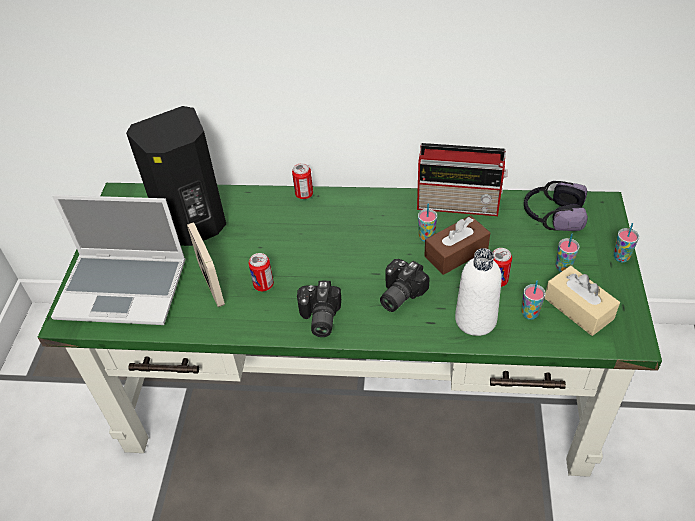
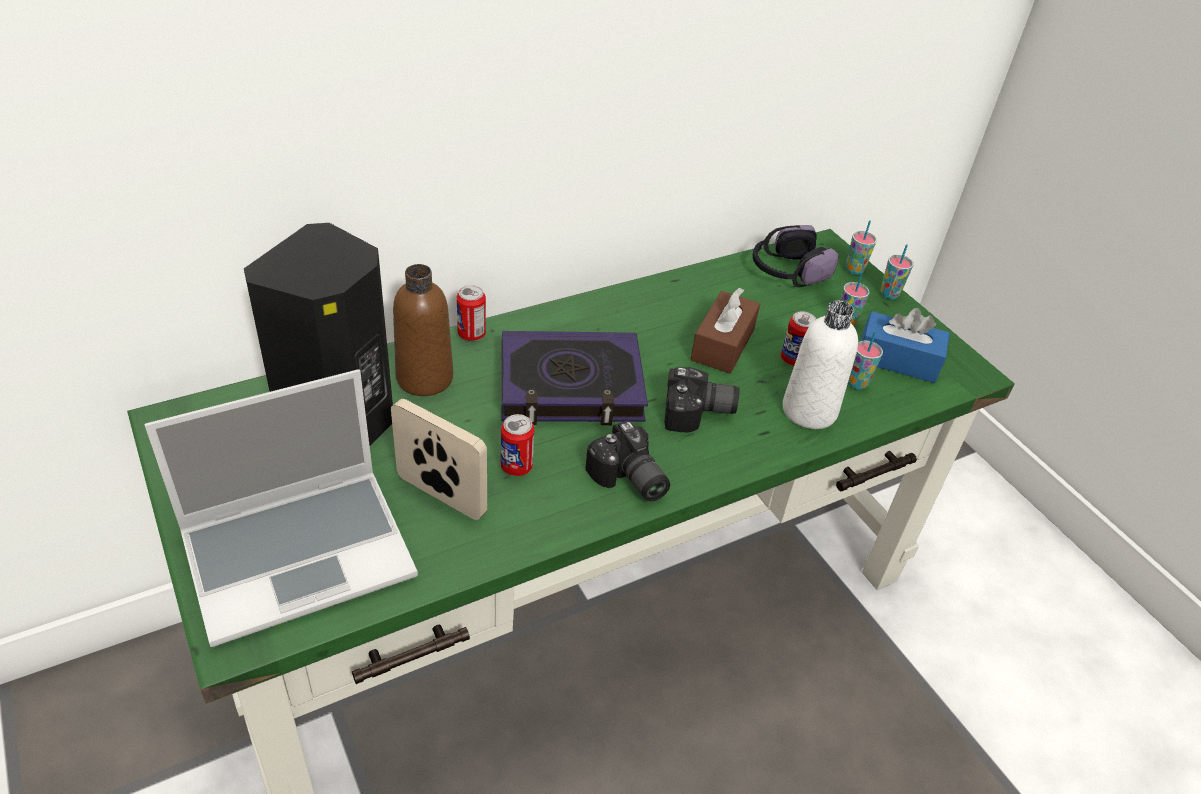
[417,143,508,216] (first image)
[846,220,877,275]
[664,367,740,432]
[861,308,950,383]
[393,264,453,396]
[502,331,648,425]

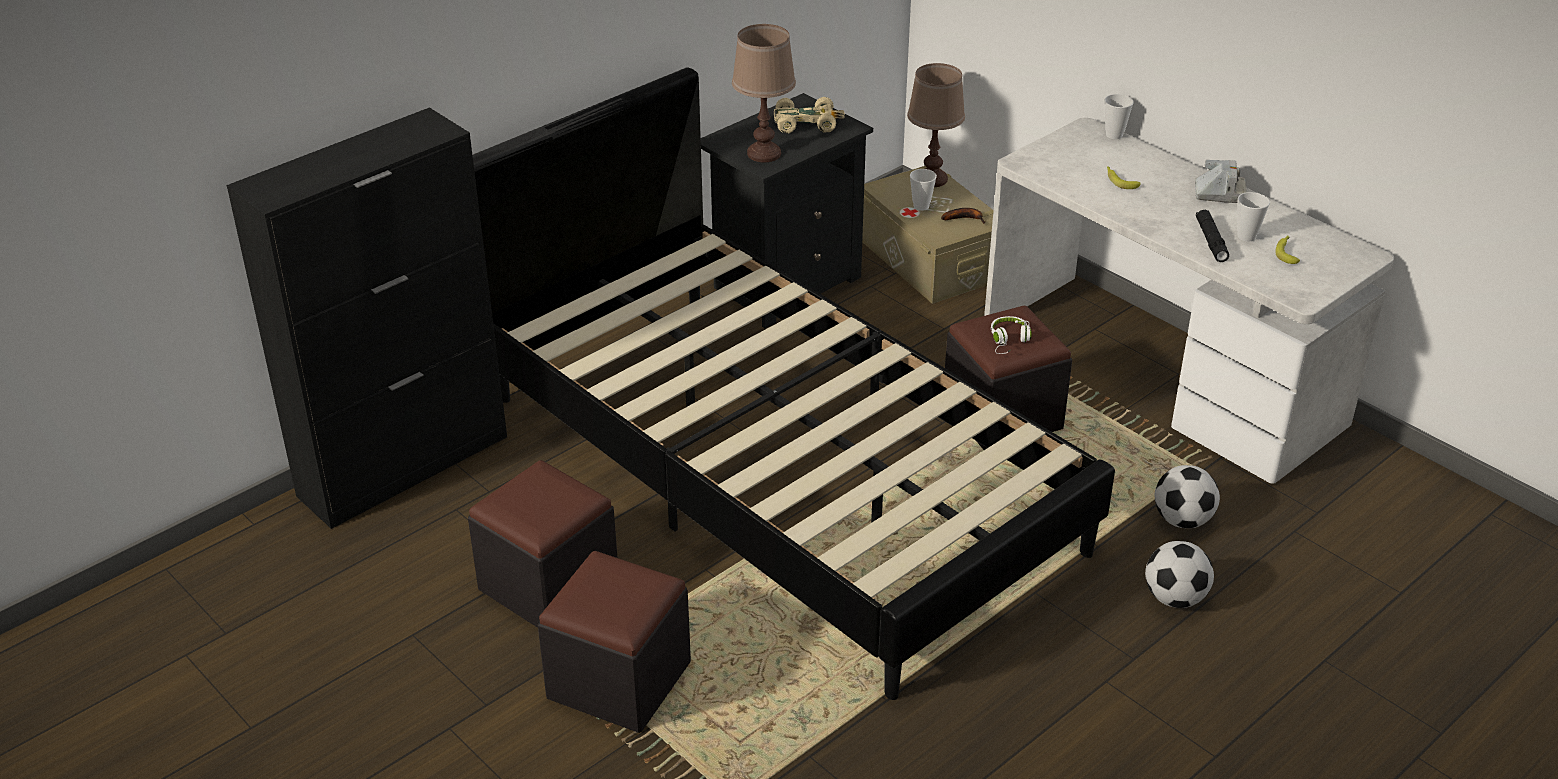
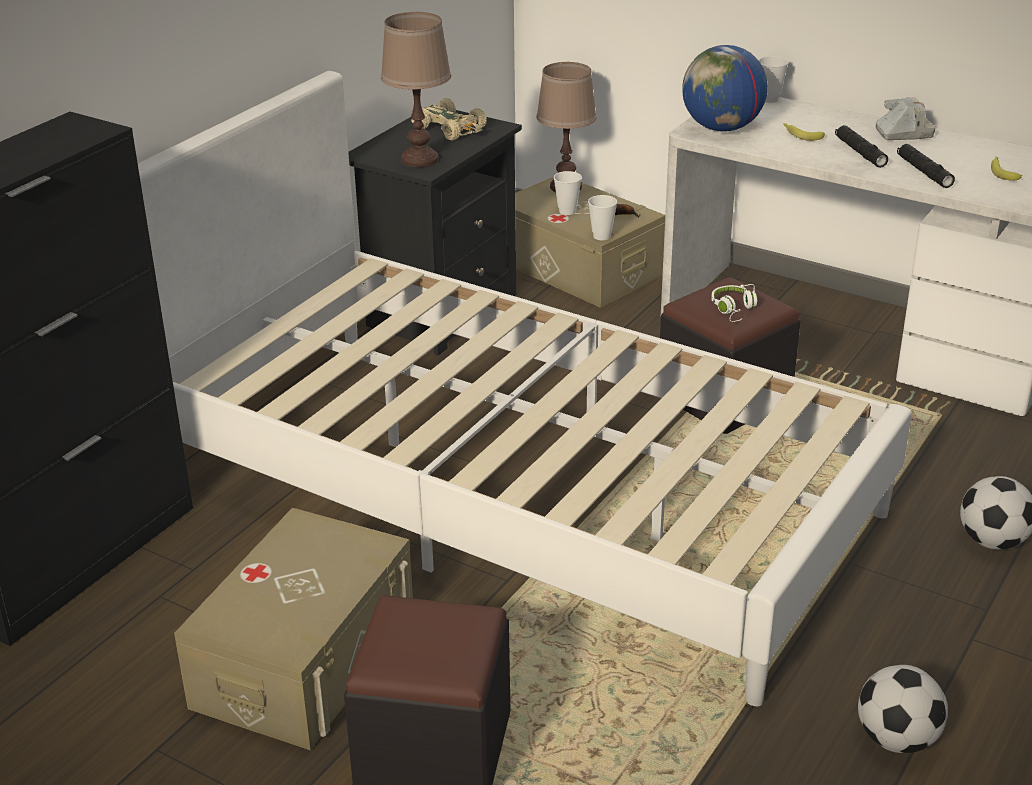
[138,71,912,706]
[411,98,487,140]
[588,195,617,240]
[174,508,413,751]
[858,665,948,753]
[683,45,768,132]
[835,125,888,168]

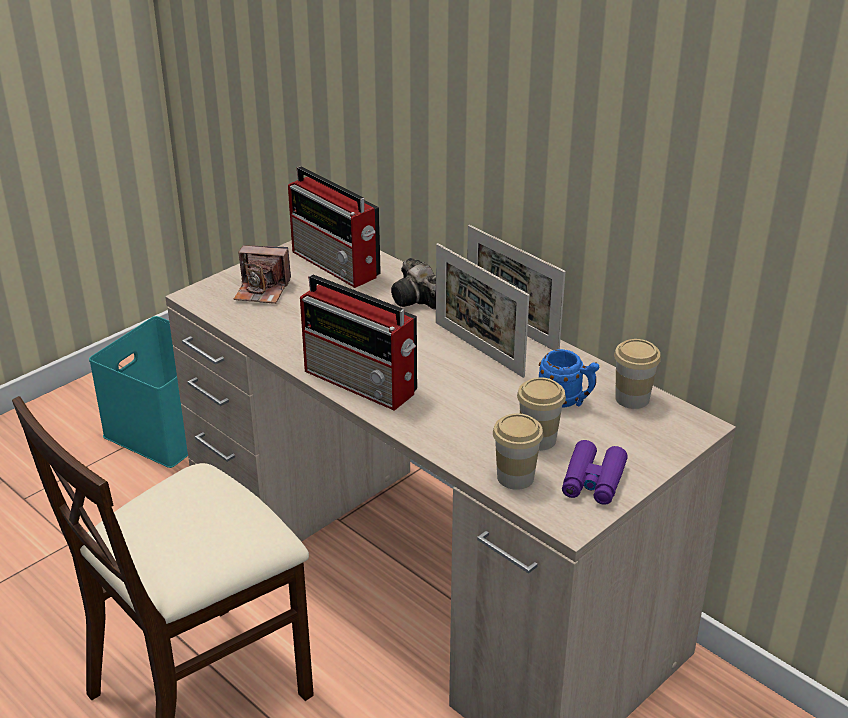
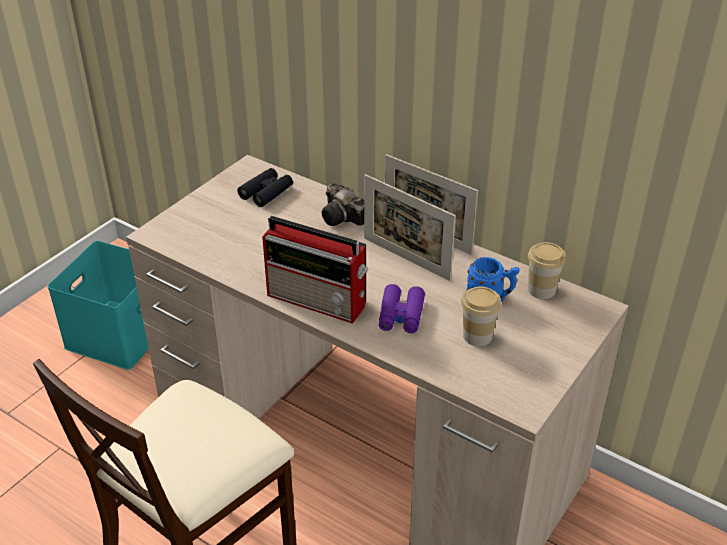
[237,168,293,207]
[234,245,291,304] (first image)
[493,413,543,490] (first image)
[379,284,425,333]

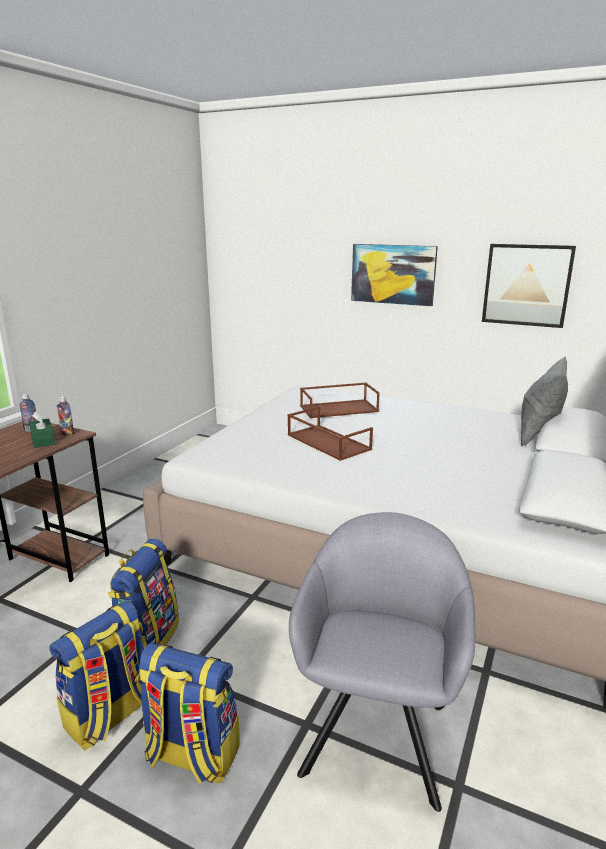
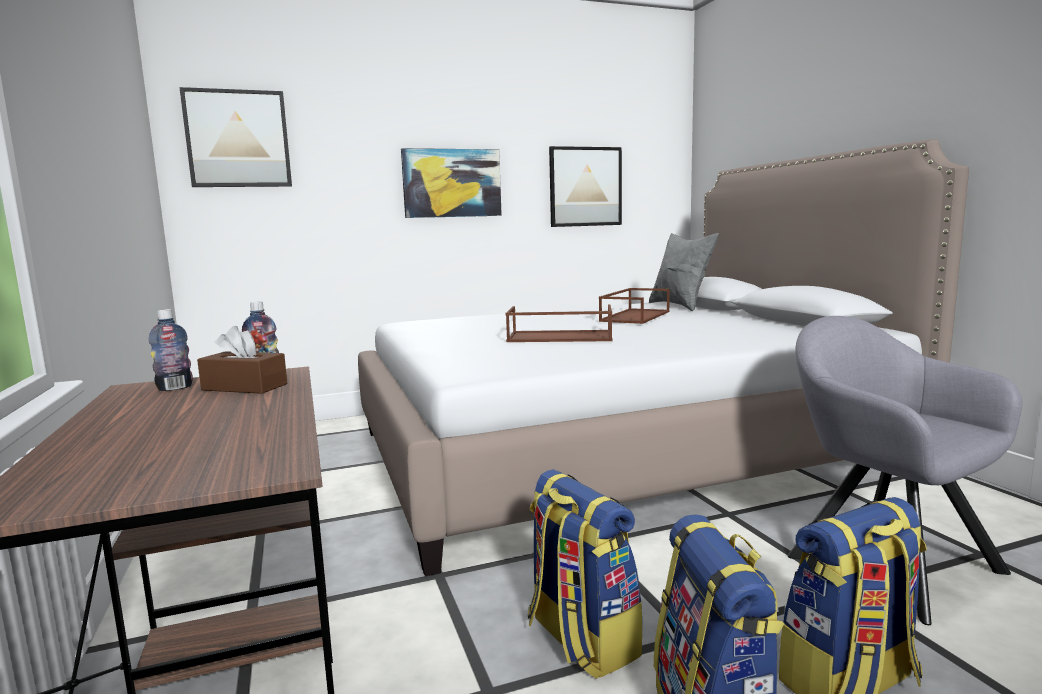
[599,288,670,324]
[197,326,287,394]
[179,87,292,187]

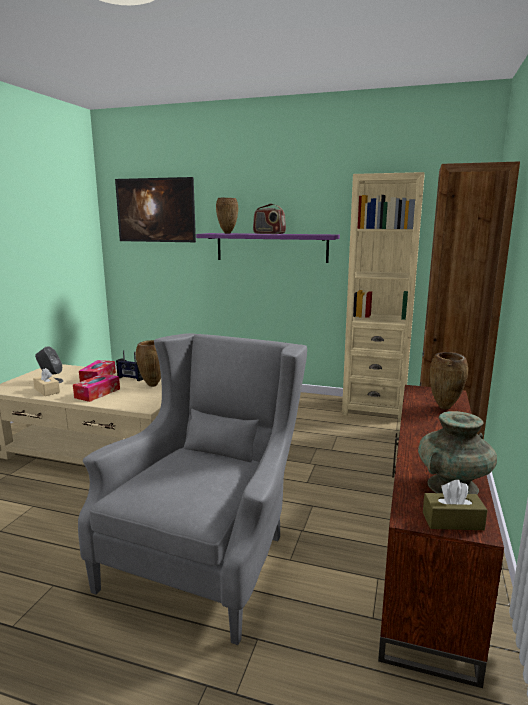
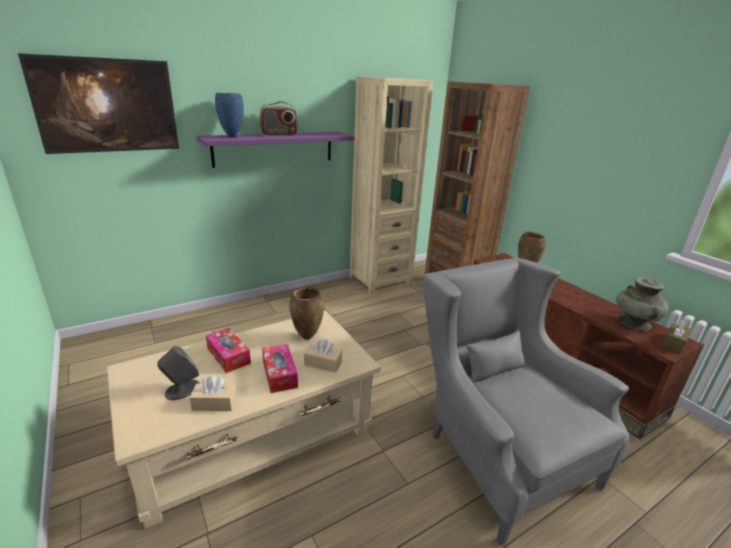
[215,93,244,137]
[116,350,143,381] (first image)
[304,339,342,373]

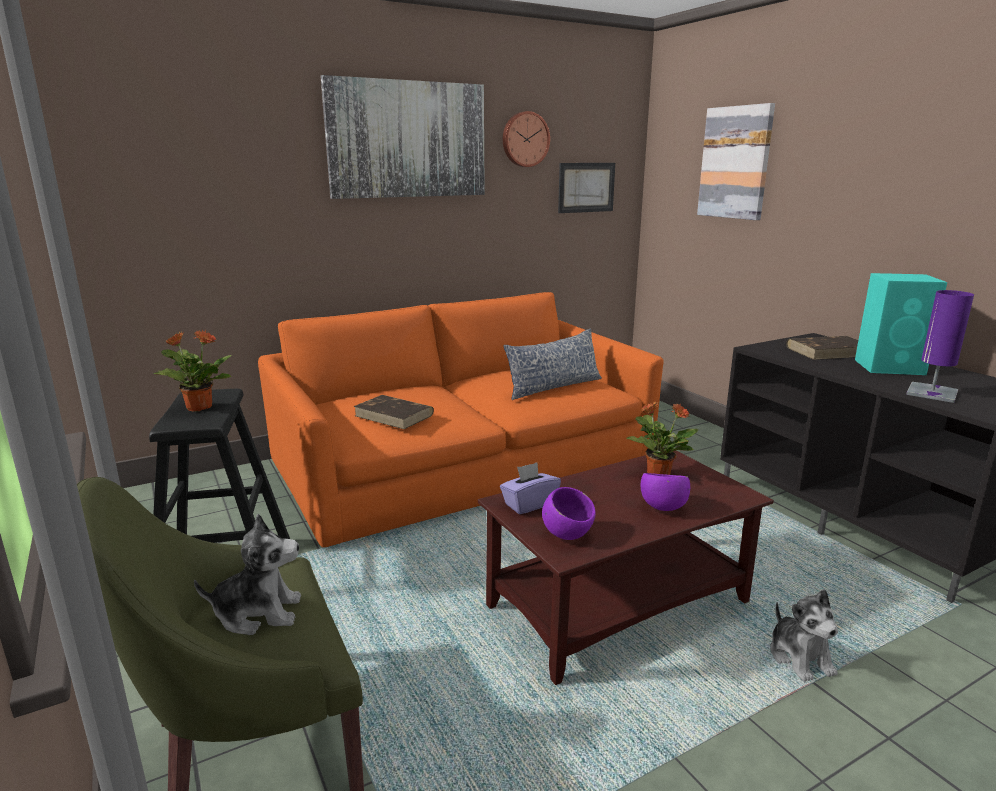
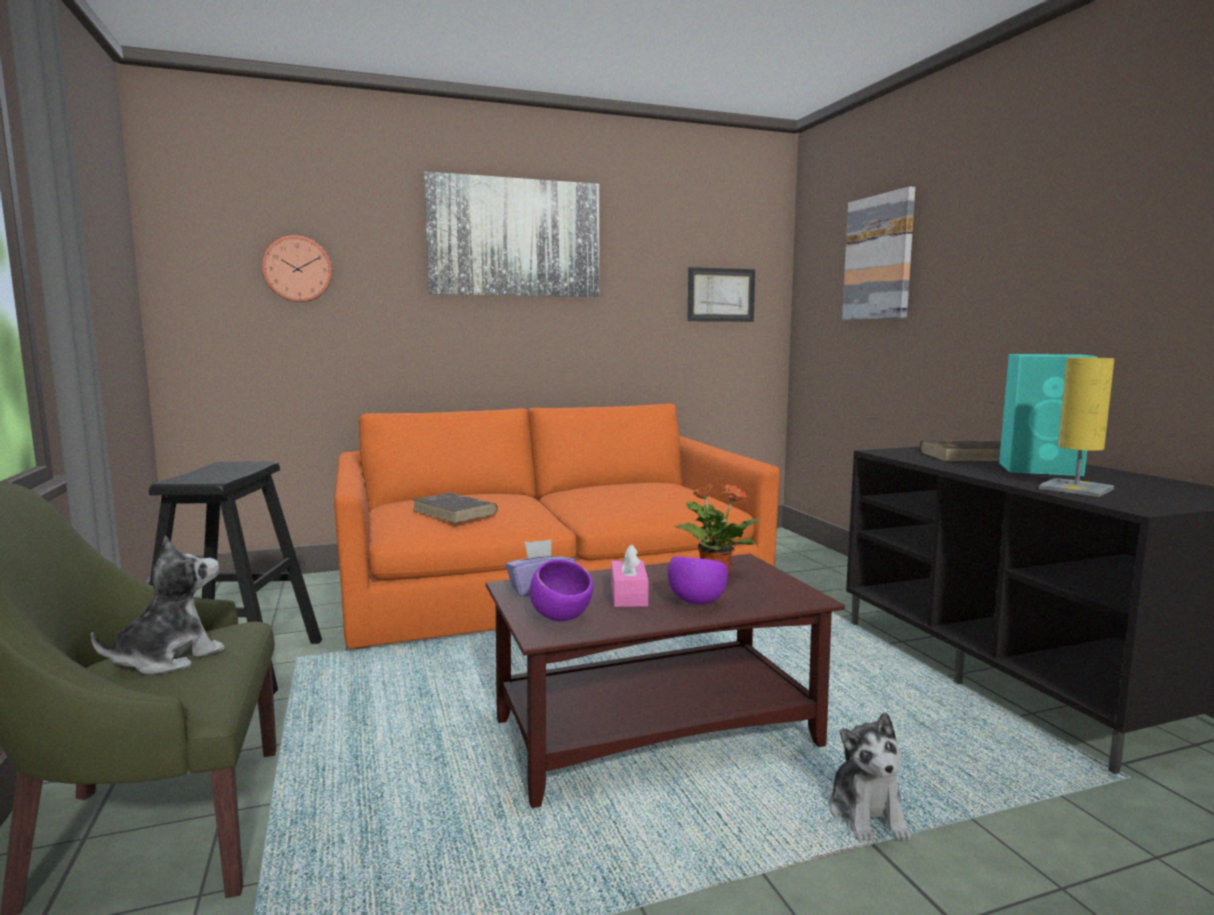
[262,235,332,302]
[1039,357,1115,497]
[503,328,602,400] (first image)
[153,330,231,412] (first image)
[91,536,225,675]
[611,545,649,607]

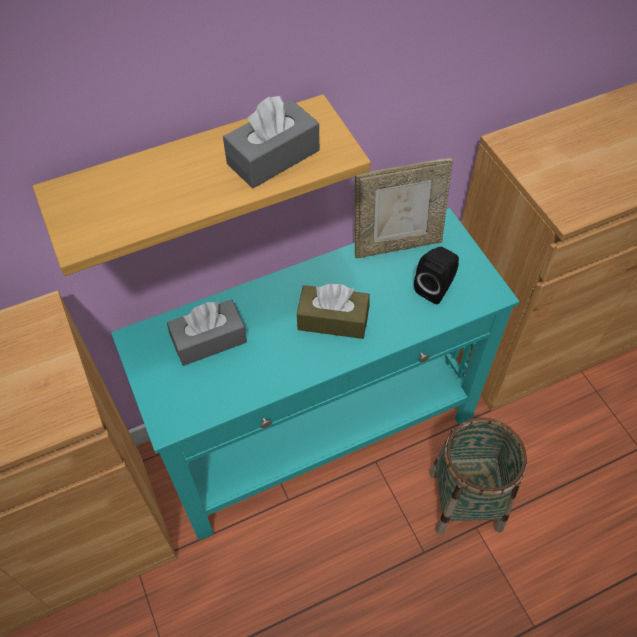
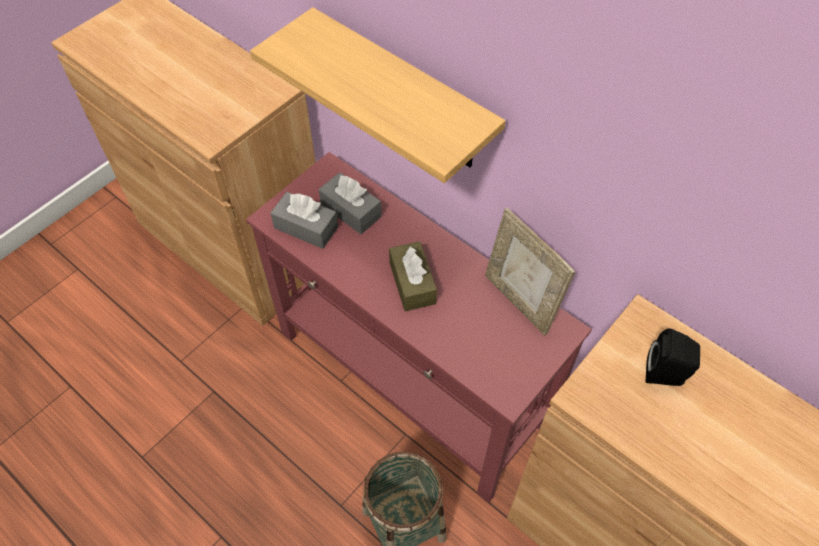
[270,192,338,249]
[246,152,592,503]
[646,328,700,386]

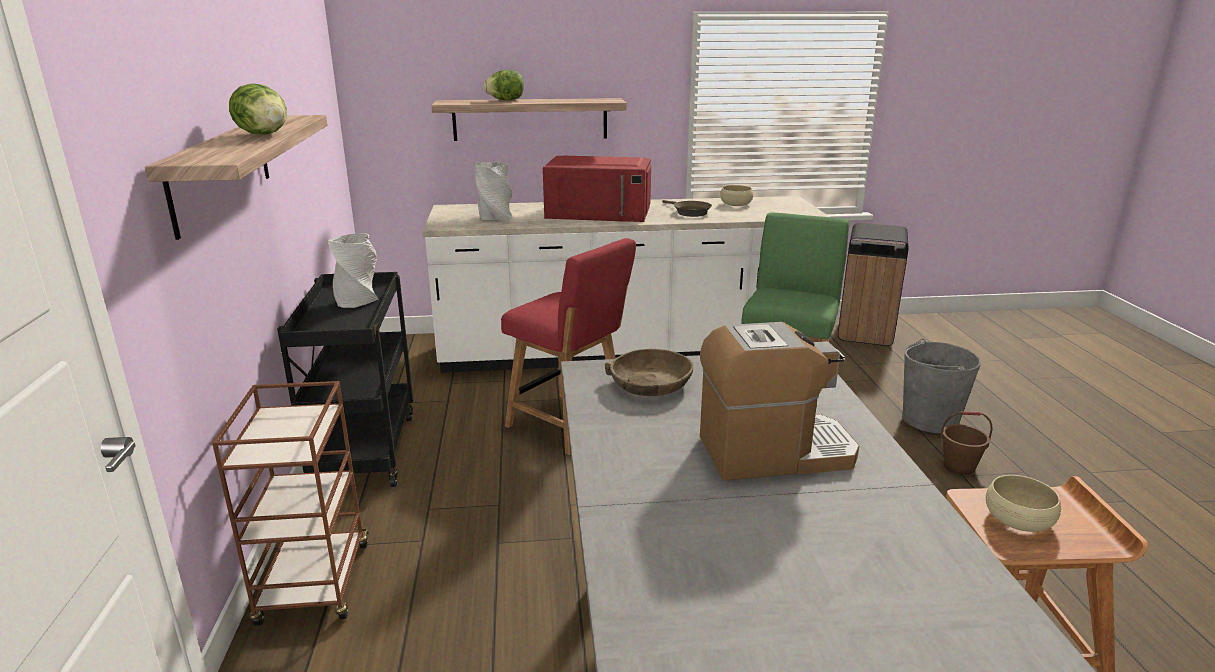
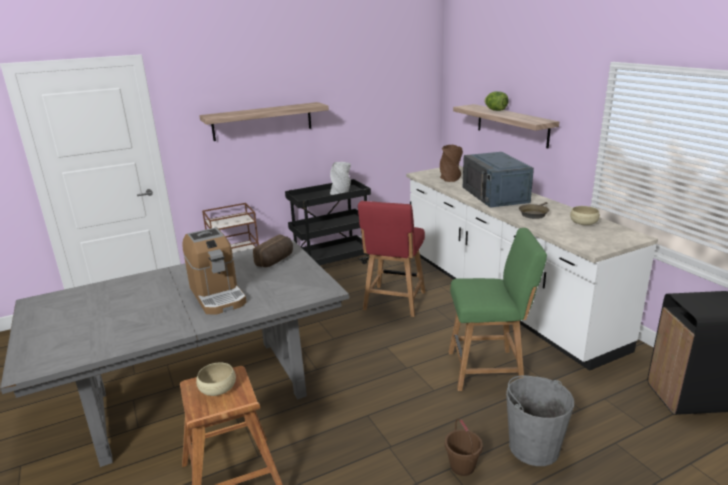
[229,83,287,135] (first image)
[463,152,534,208]
[440,145,463,182]
[253,235,293,267]

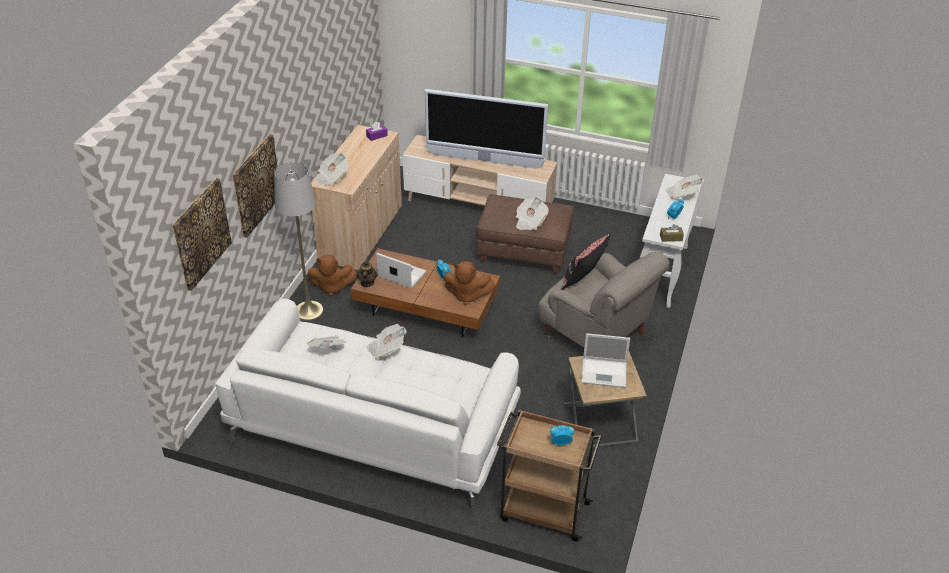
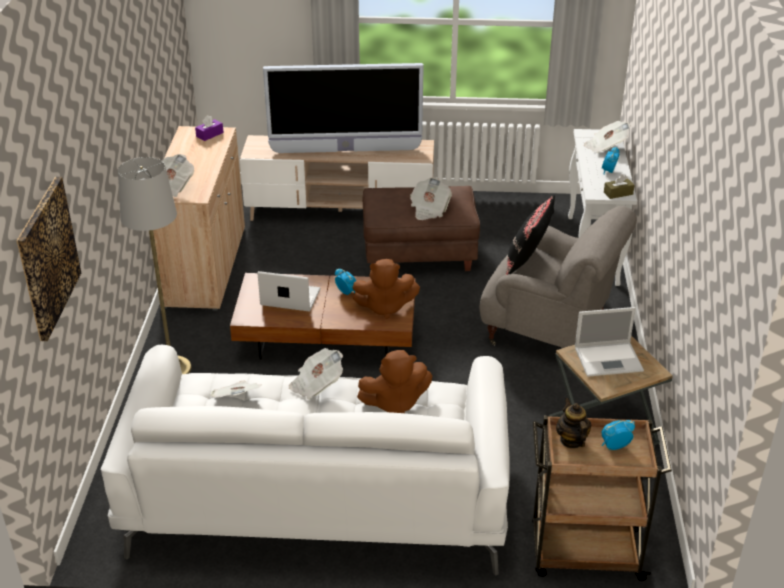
[232,134,277,238] (first image)
[357,350,433,413]
[556,398,591,448]

